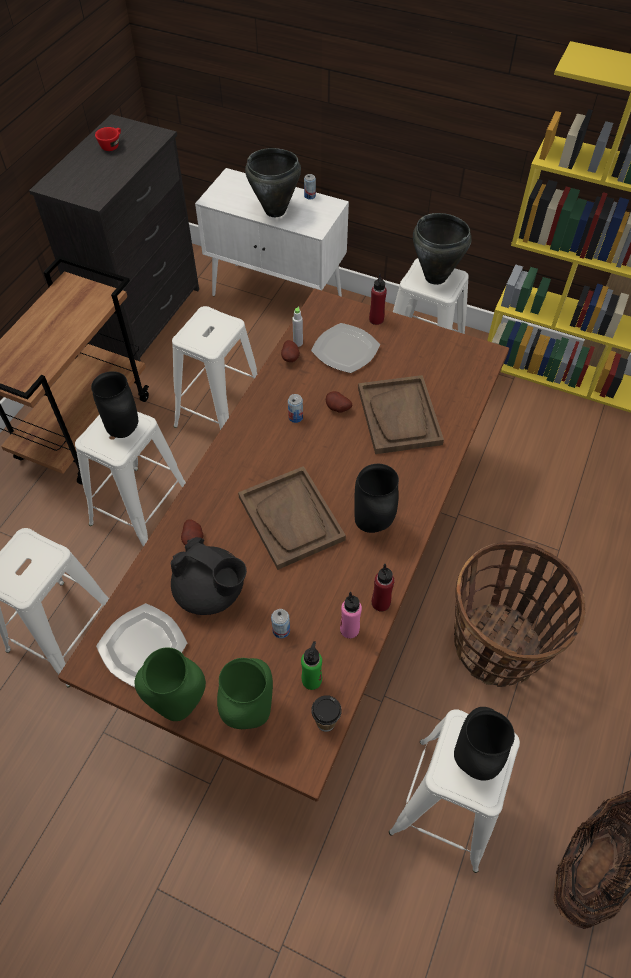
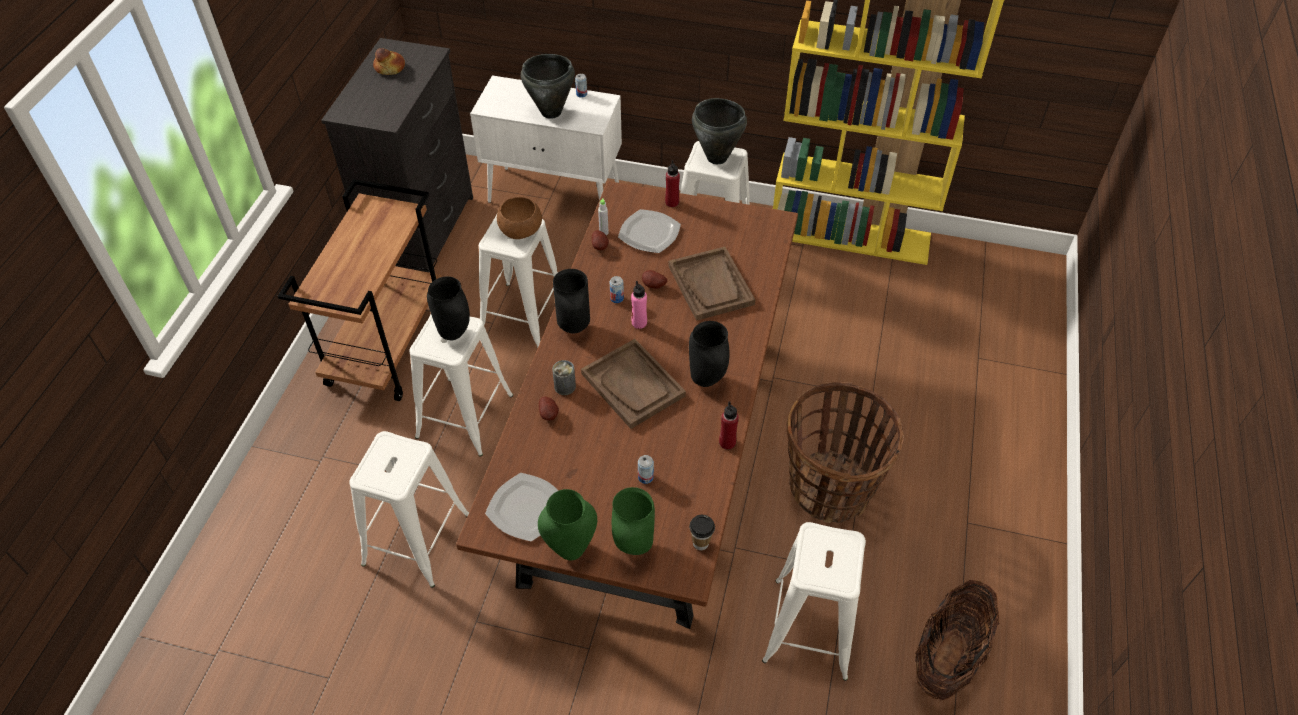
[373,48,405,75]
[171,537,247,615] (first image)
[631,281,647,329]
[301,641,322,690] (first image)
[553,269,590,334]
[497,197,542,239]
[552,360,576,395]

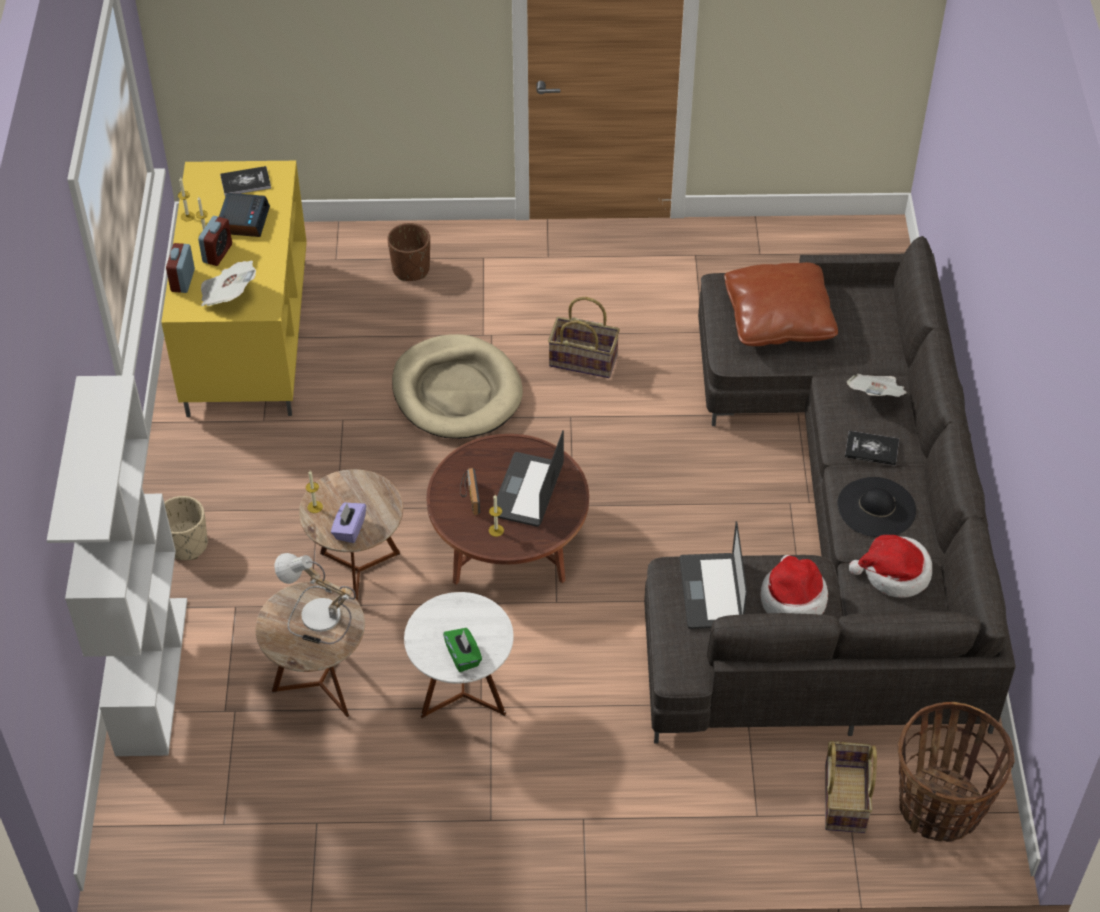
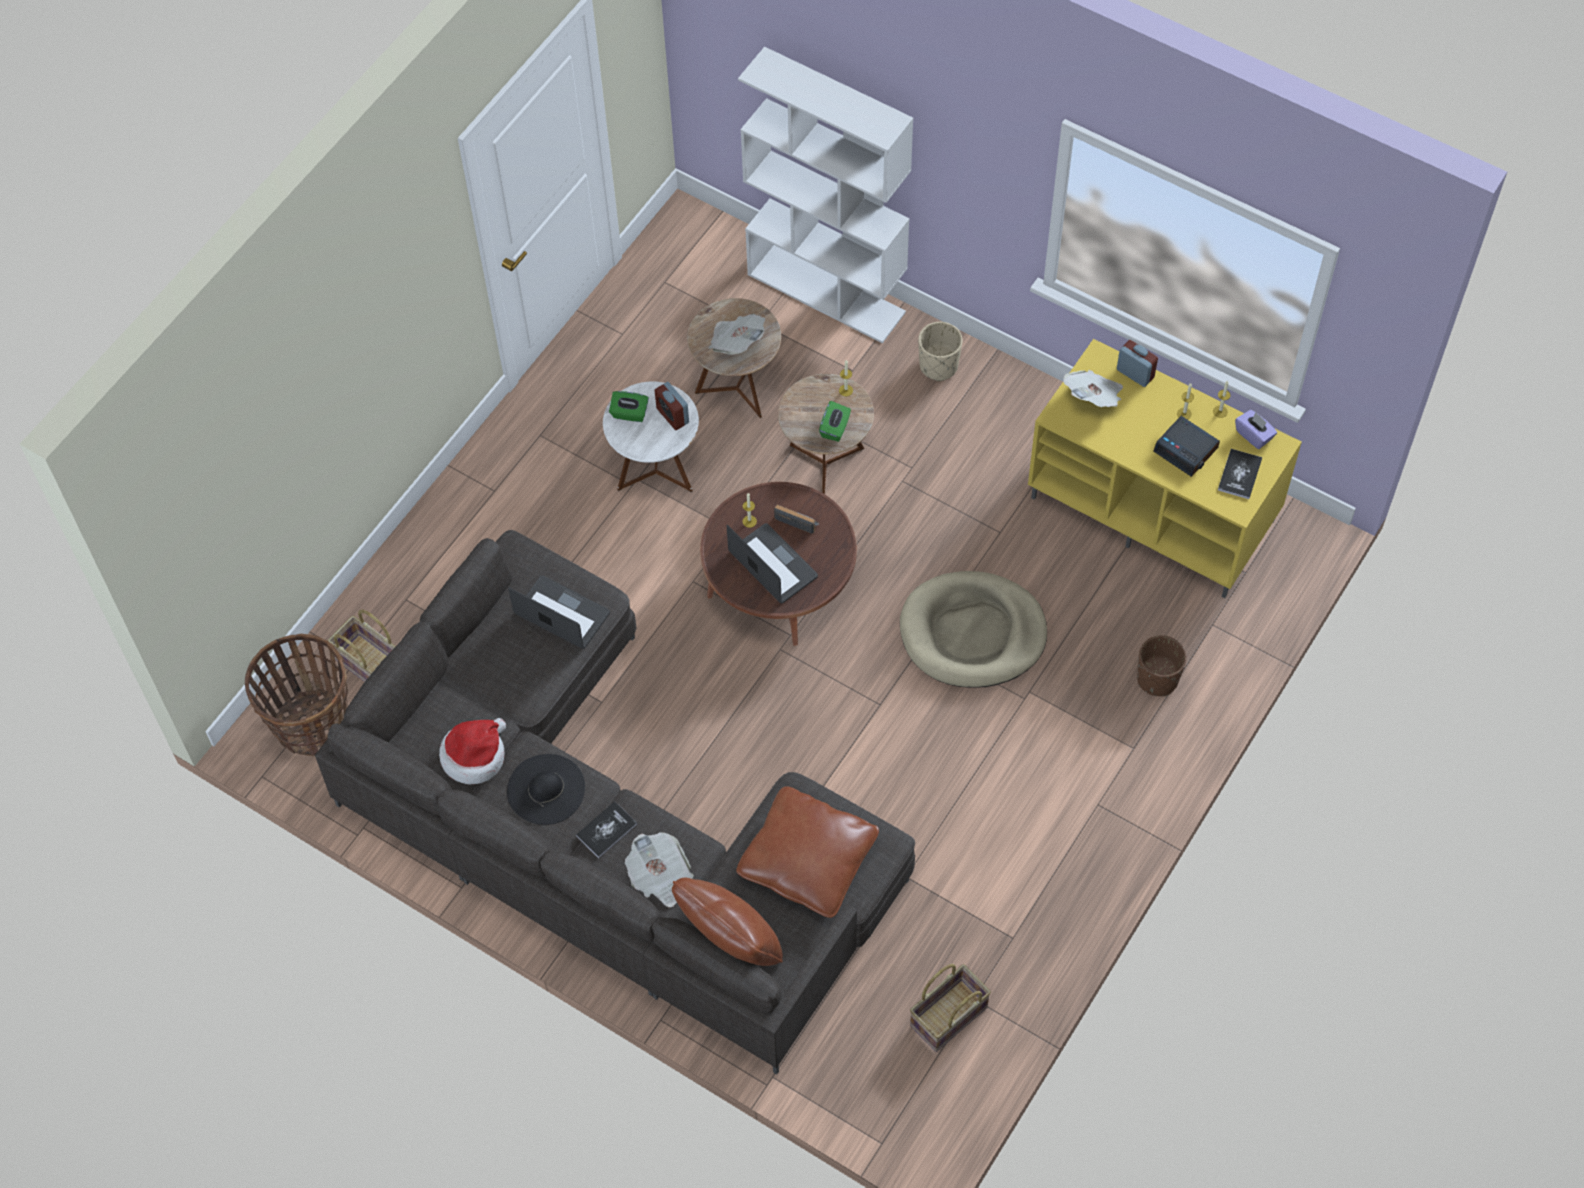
[655,382,689,430]
[910,964,991,1052]
[1235,410,1277,449]
[708,314,766,355]
[760,555,828,615] (first image)
[819,401,851,442]
[672,878,783,966]

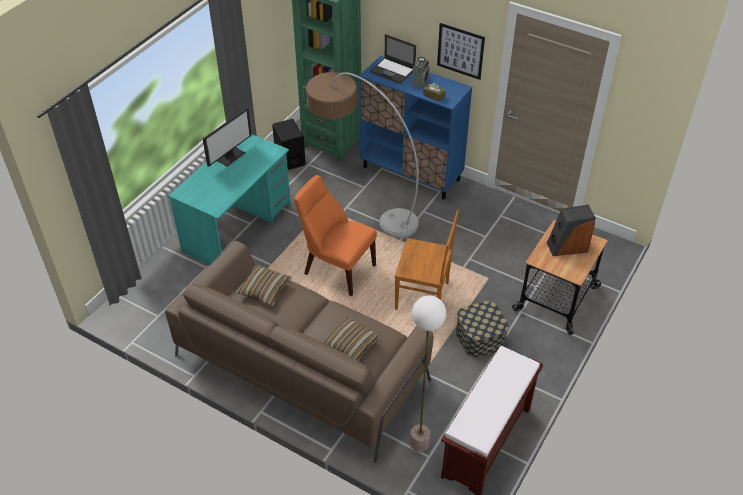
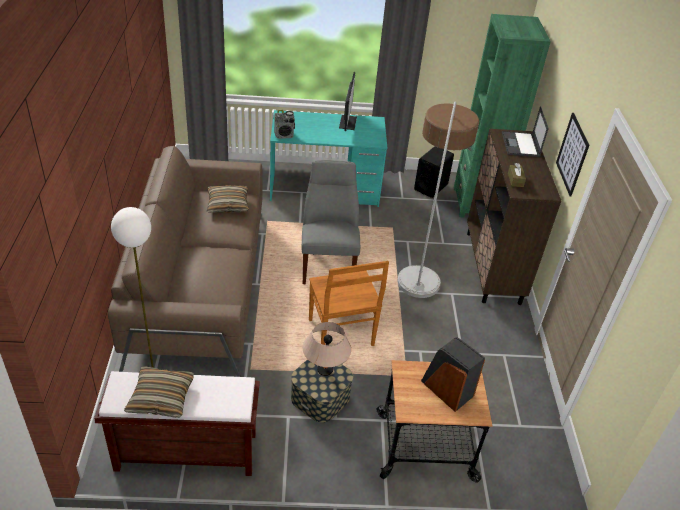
[467,129,561,305]
[274,110,295,139]
[339,72,357,131]
[302,160,360,284]
[124,367,194,418]
[303,322,351,376]

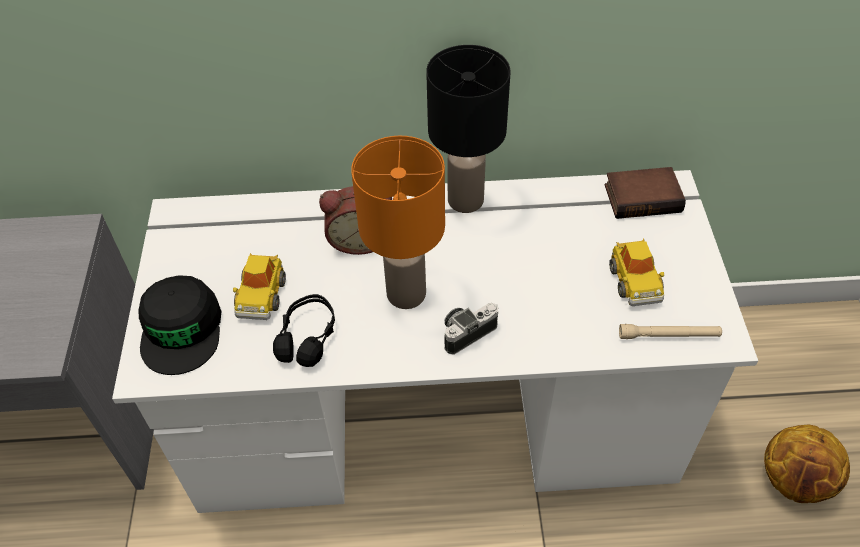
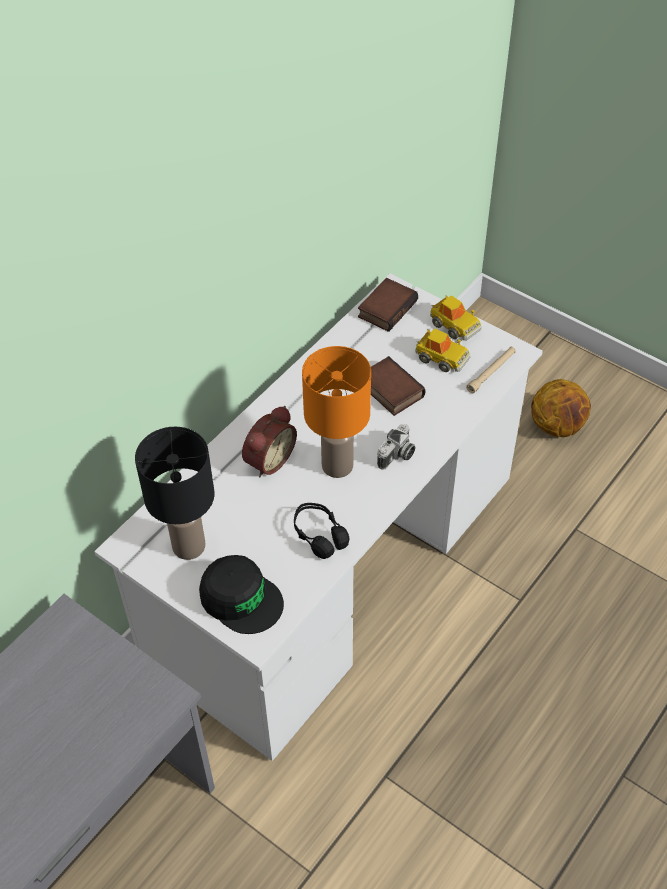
[135,427,214,560]
[430,295,482,341]
[377,424,415,470]
[371,356,426,416]

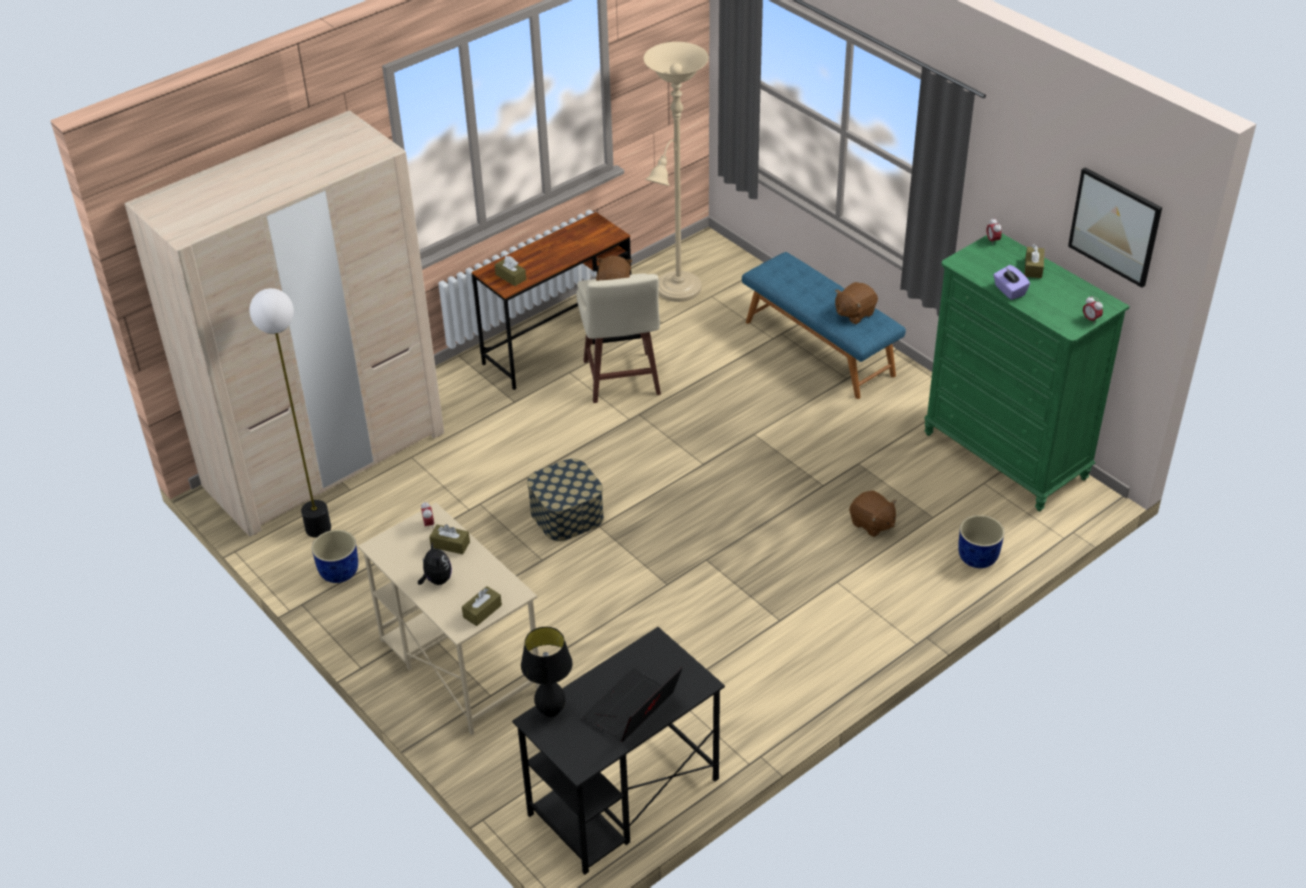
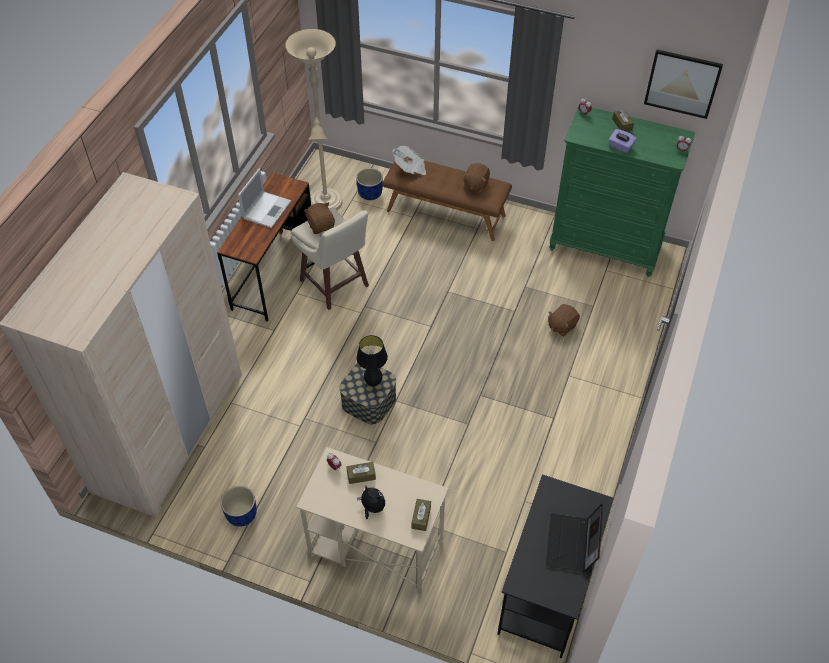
[383,161,512,241]
[495,256,526,286] (first image)
[249,288,331,538] (first image)
[548,304,580,337]
[356,168,383,200]
[356,335,388,387]
[392,146,426,175]
[238,168,291,228]

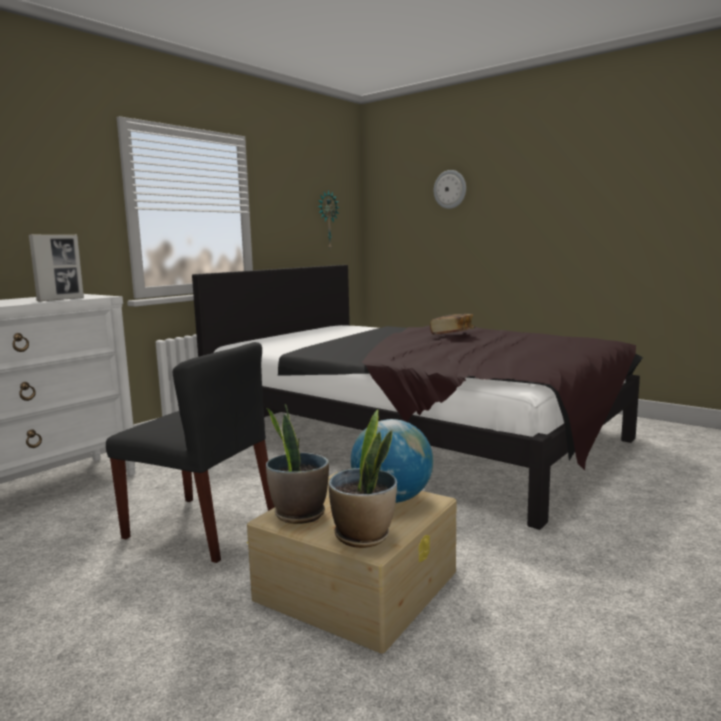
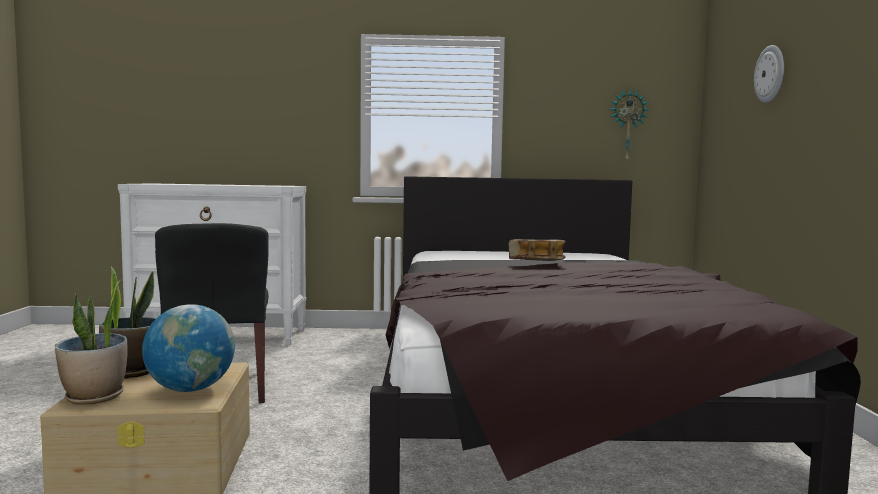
[29,234,84,302] (first image)
[508,239,566,261]

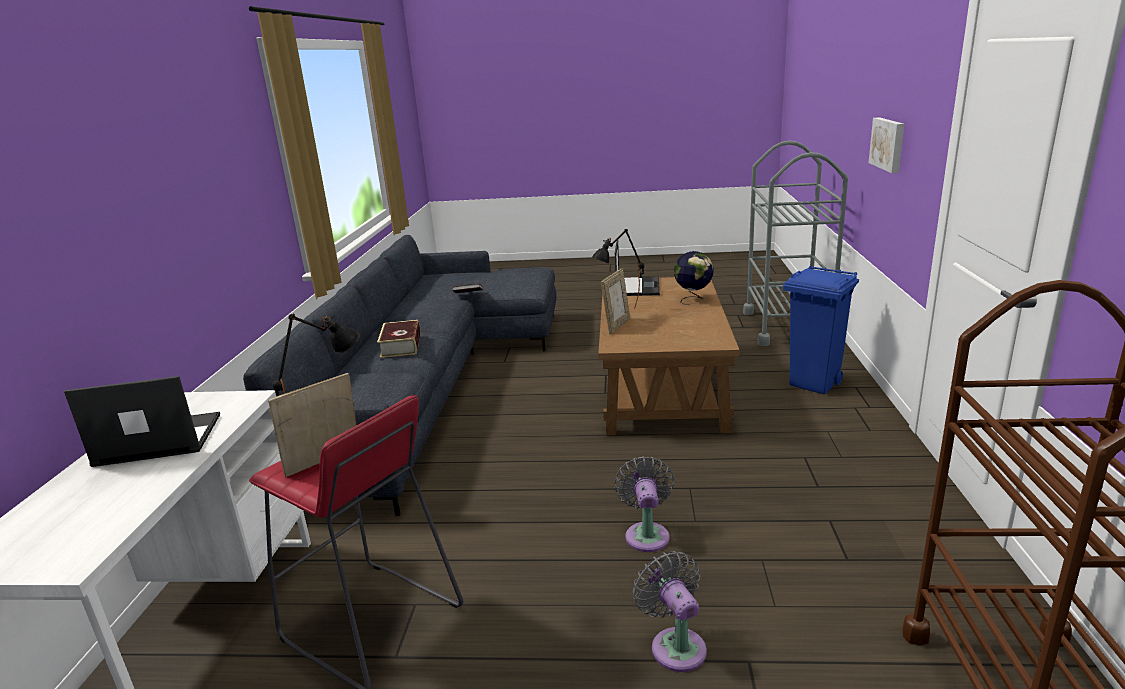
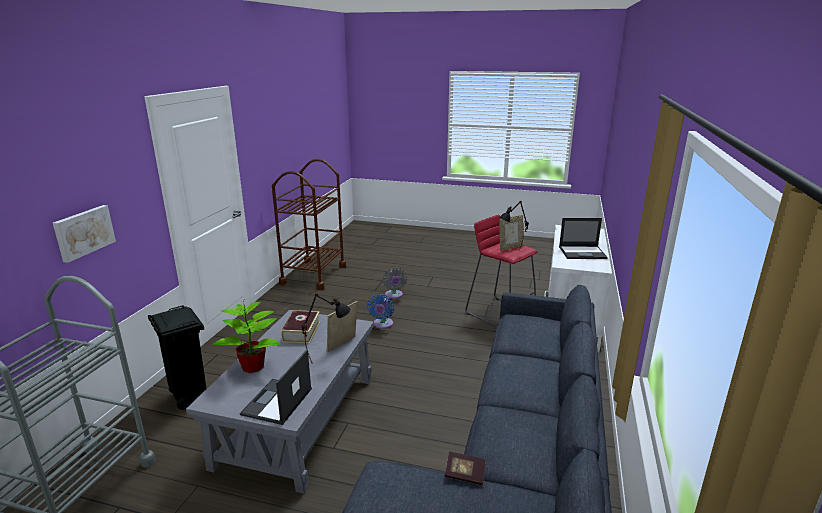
[213,302,280,373]
[148,305,207,410]
[186,310,374,494]
[281,310,320,343]
[367,294,394,329]

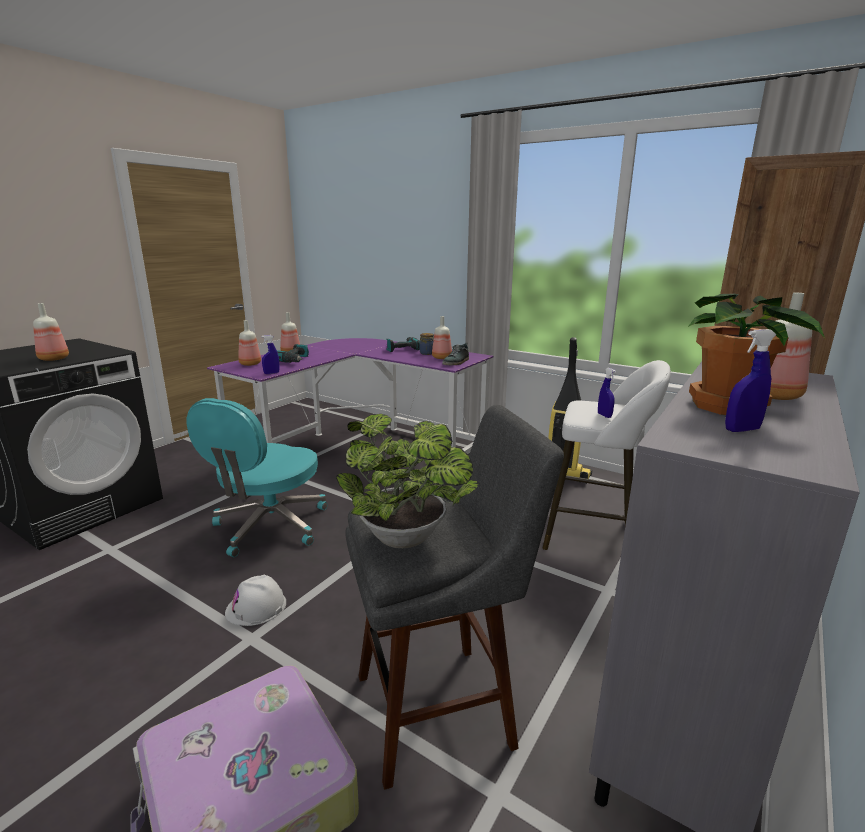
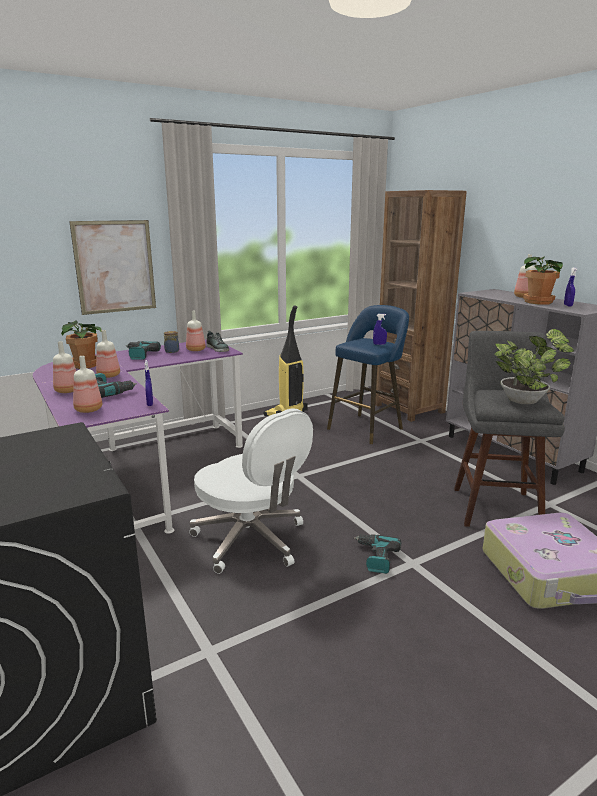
[96,330,120,378]
[327,305,409,444]
[189,408,313,574]
[354,534,401,574]
[69,220,156,315]
[61,320,101,369]

